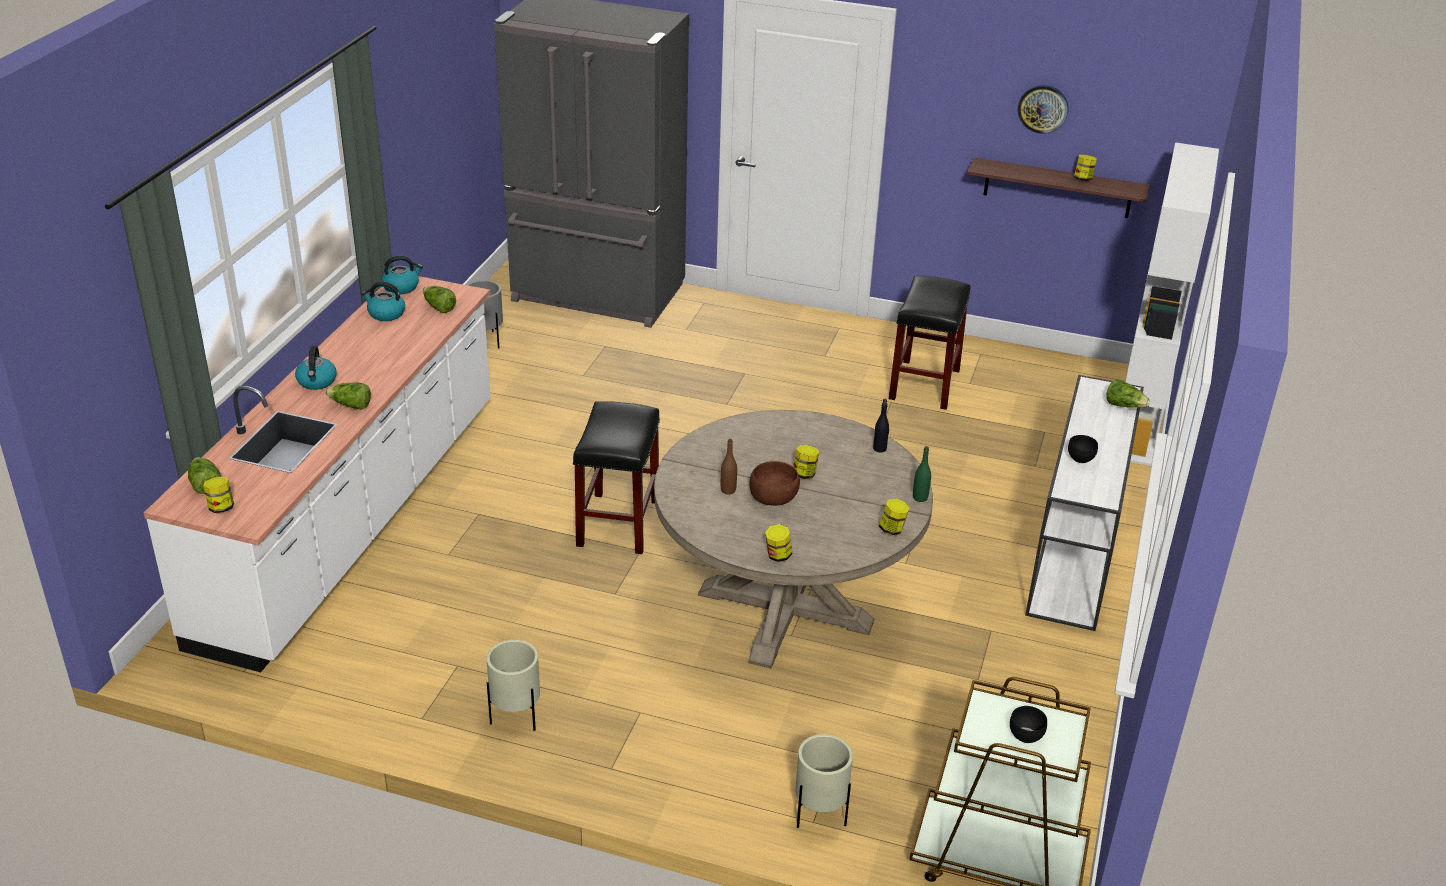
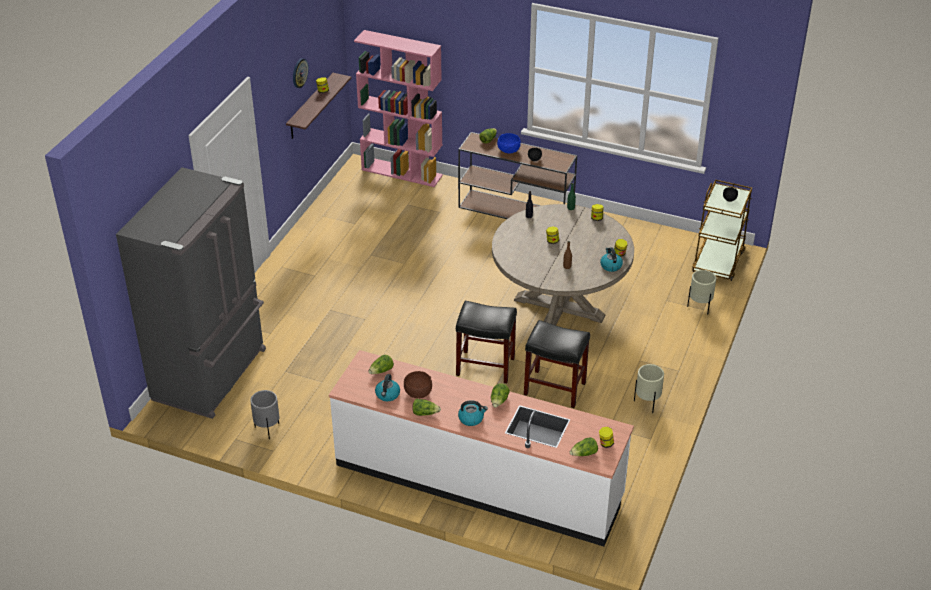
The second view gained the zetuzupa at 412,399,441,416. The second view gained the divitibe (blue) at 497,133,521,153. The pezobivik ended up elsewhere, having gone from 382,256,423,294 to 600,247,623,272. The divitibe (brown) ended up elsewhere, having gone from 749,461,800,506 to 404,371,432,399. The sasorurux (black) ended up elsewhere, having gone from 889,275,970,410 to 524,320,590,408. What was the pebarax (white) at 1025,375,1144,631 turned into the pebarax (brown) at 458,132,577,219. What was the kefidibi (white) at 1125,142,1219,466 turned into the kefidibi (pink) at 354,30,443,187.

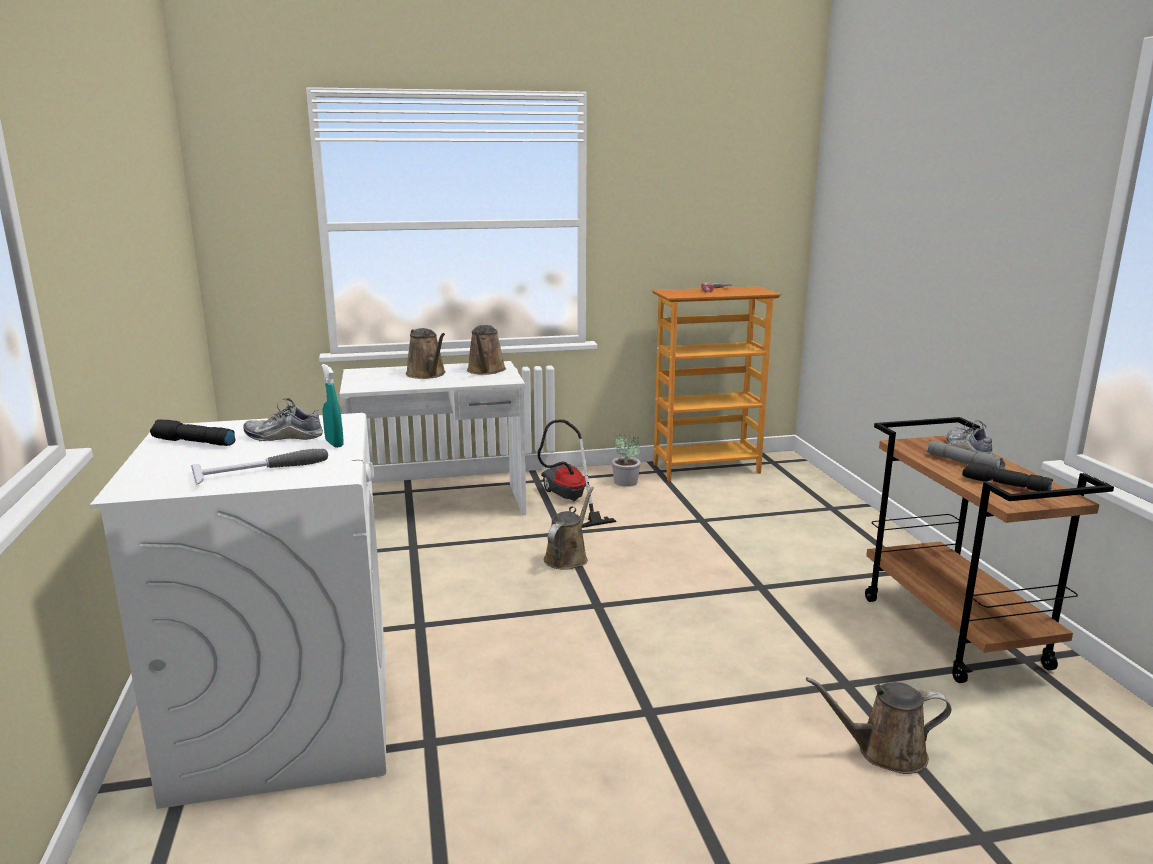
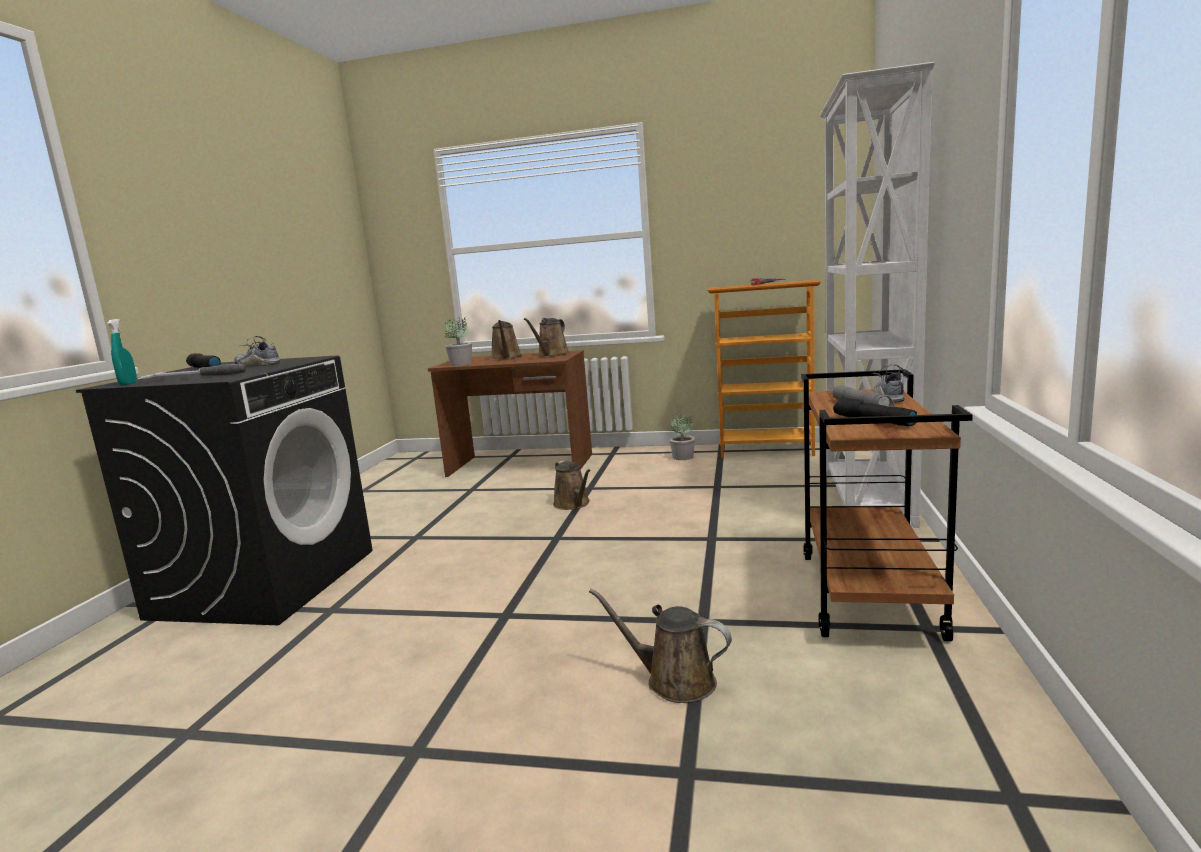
The second view lost the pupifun at 537,419,617,528. The second view gained the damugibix at 445,317,472,366. The second view gained the kefidibi (white) at 819,62,935,528. The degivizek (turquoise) ended up elsewhere, having gone from 322,364,343,448 to 107,319,137,386. What was the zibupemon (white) at 90,413,386,809 turned into the zibupemon (black) at 76,355,372,625. What was the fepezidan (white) at 340,361,526,515 turned into the fepezidan (brown) at 428,350,592,477. The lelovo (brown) at 544,487,594,570 ended up facing another way, 105 degrees clockwise from before.

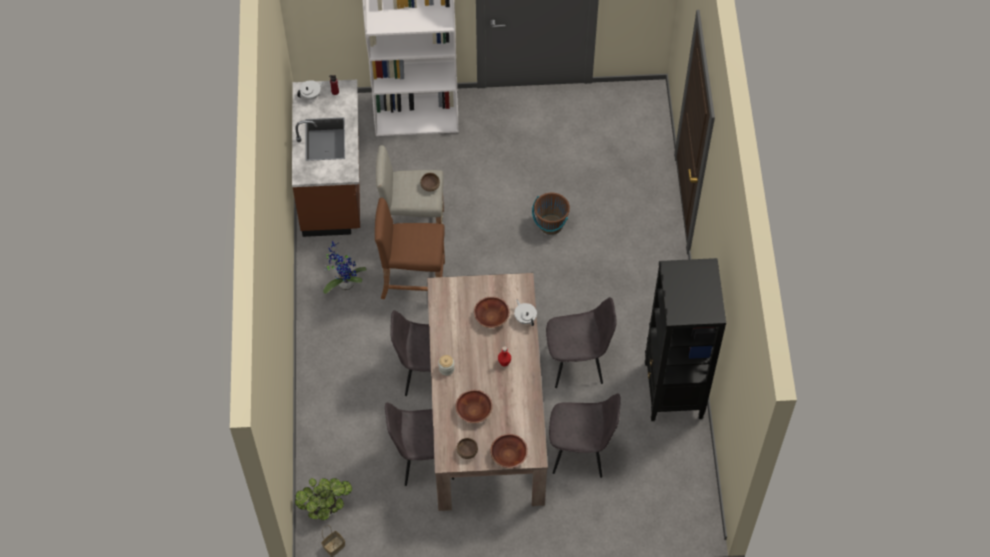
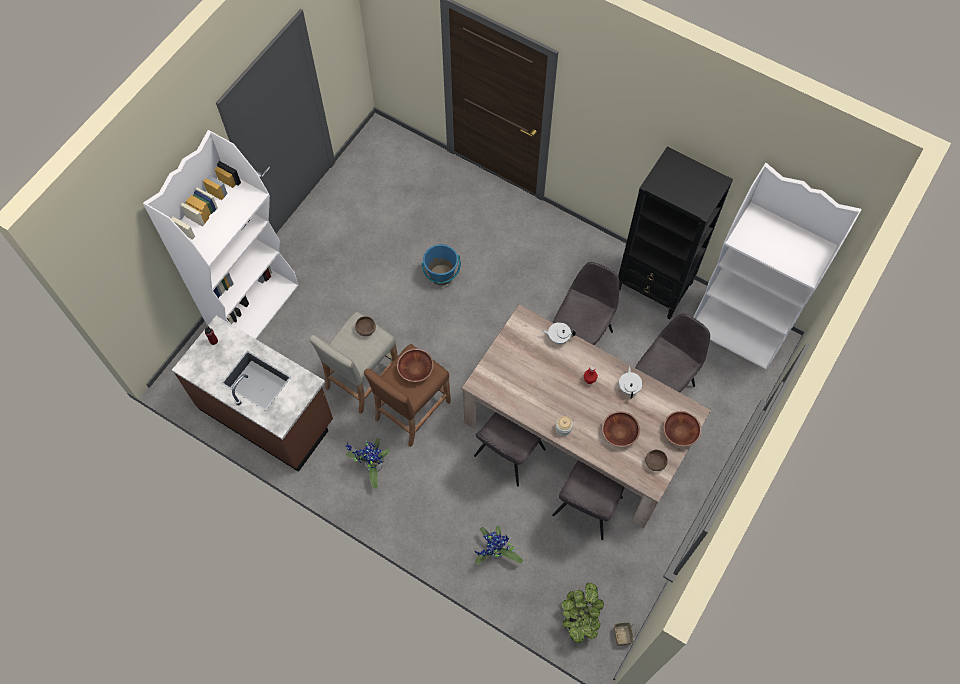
The second view gained the damugibix at 475,526,523,565. The second view gained the kefidibi (white) at 694,163,862,370. The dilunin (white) ended up elsewhere, having gone from 297,80,324,100 to 619,366,642,399. The divitibe (brown) ended up elsewhere, having gone from 474,296,510,328 to 397,349,434,382. What was the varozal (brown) at 532,193,570,235 turned into the varozal (blue) at 421,244,461,285.

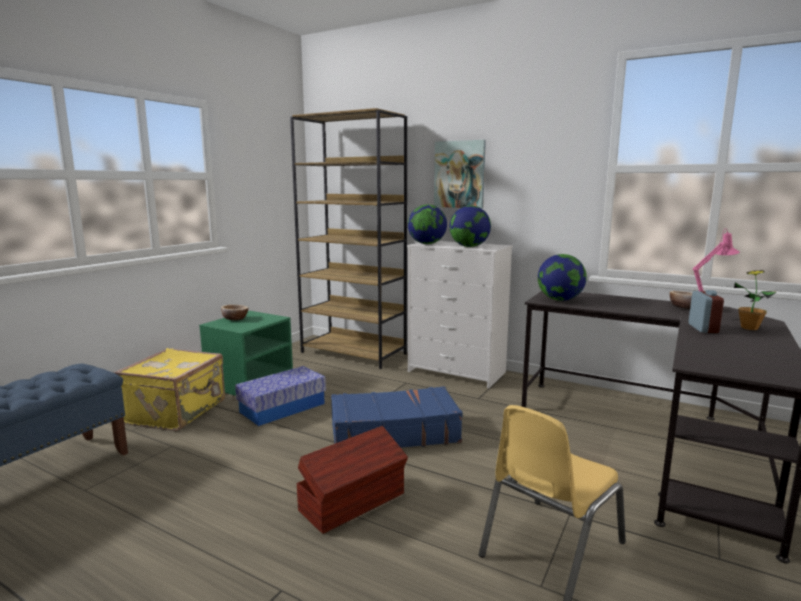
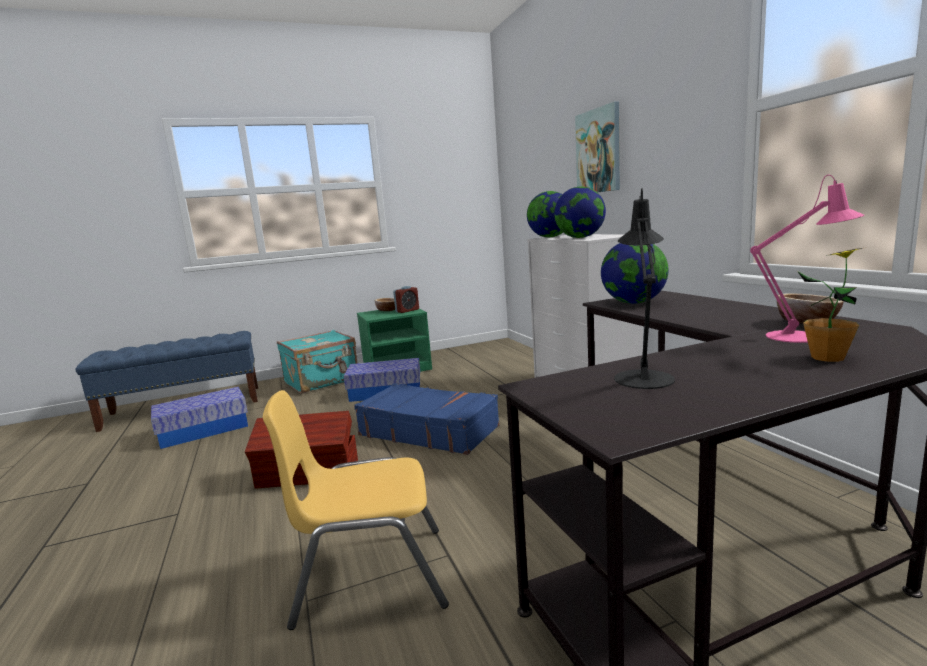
The second view lost the kefidibi (brown) at 290,108,407,369. The second view gained the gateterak at 151,387,248,449. The second view gained the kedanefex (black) at 614,188,675,389. The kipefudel ended up elsewhere, having gone from 689,290,724,333 to 393,286,419,313. What was the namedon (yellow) at 113,348,225,431 turned into the namedon (turquoise) at 277,330,357,394.

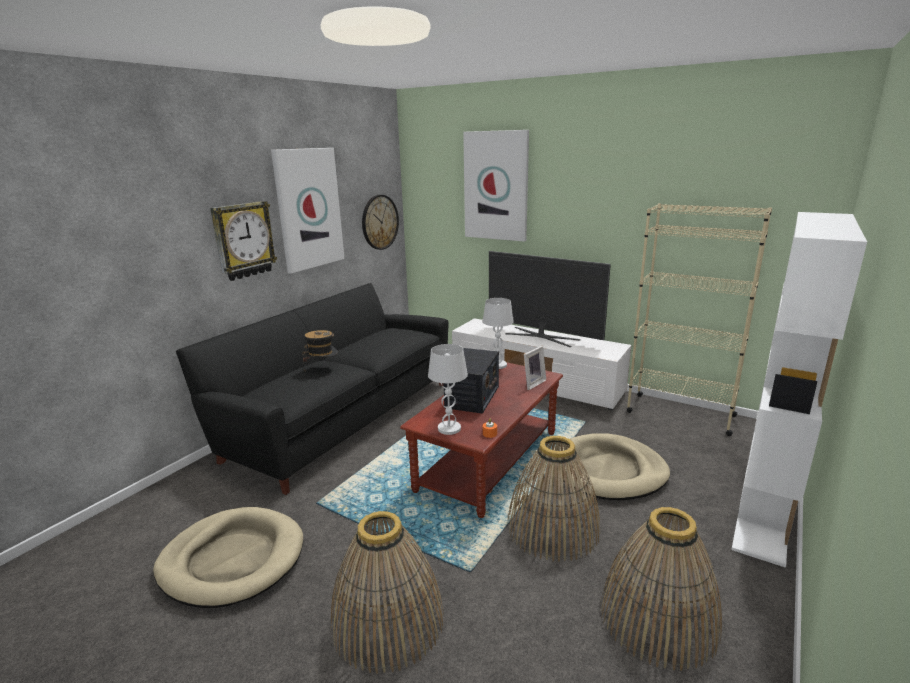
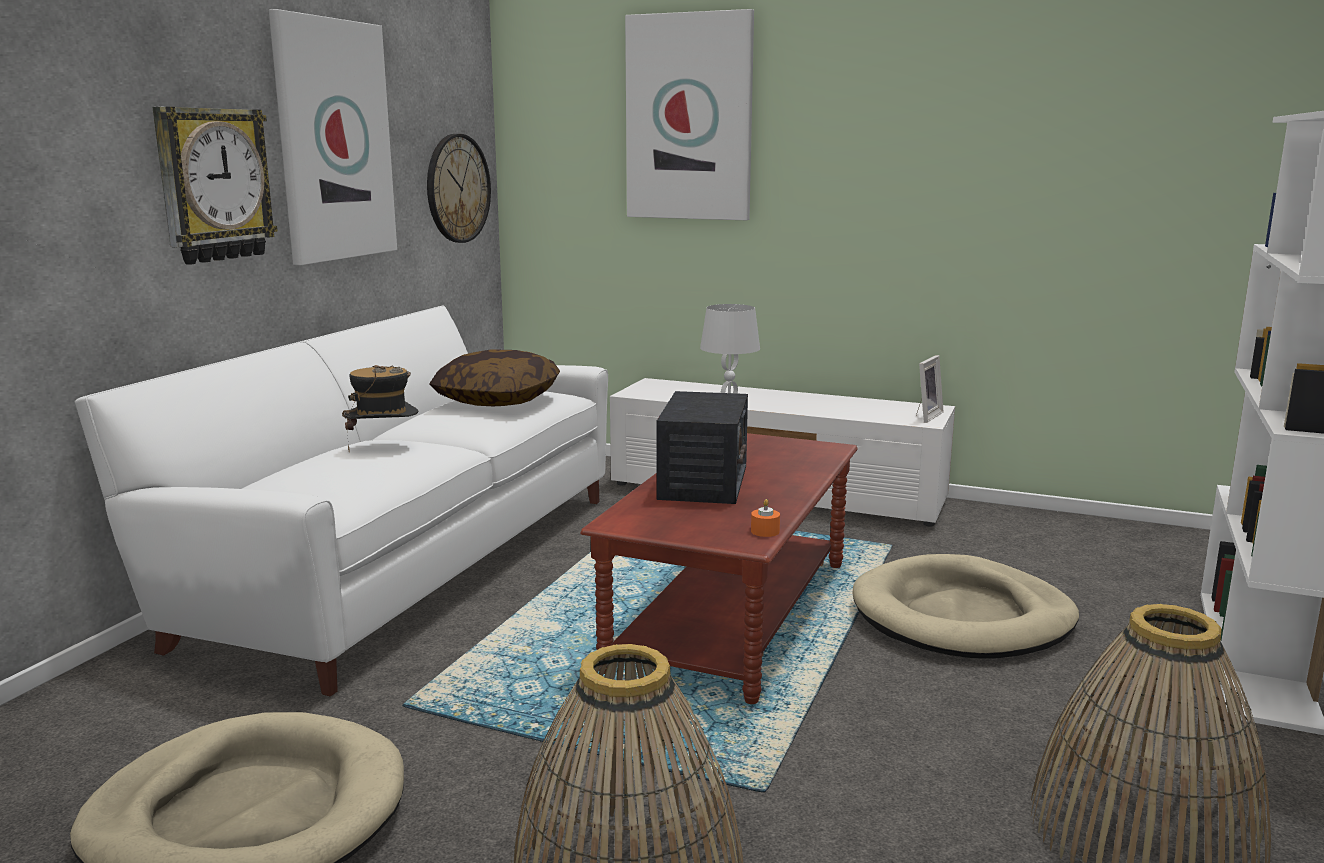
The second view lost the kedanefex (white) at 428,344,468,435. The second view lost the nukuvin at 489,251,611,347. The second view lost the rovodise at 508,435,600,562. The second view lost the kefidibi (beige) at 627,203,772,436. The second view gained the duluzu at 429,349,560,406. The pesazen ended up elsewhere, having gone from 524,346,546,390 to 916,355,944,423. What was the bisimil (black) at 176,283,449,495 turned into the bisimil (white) at 75,305,608,696.

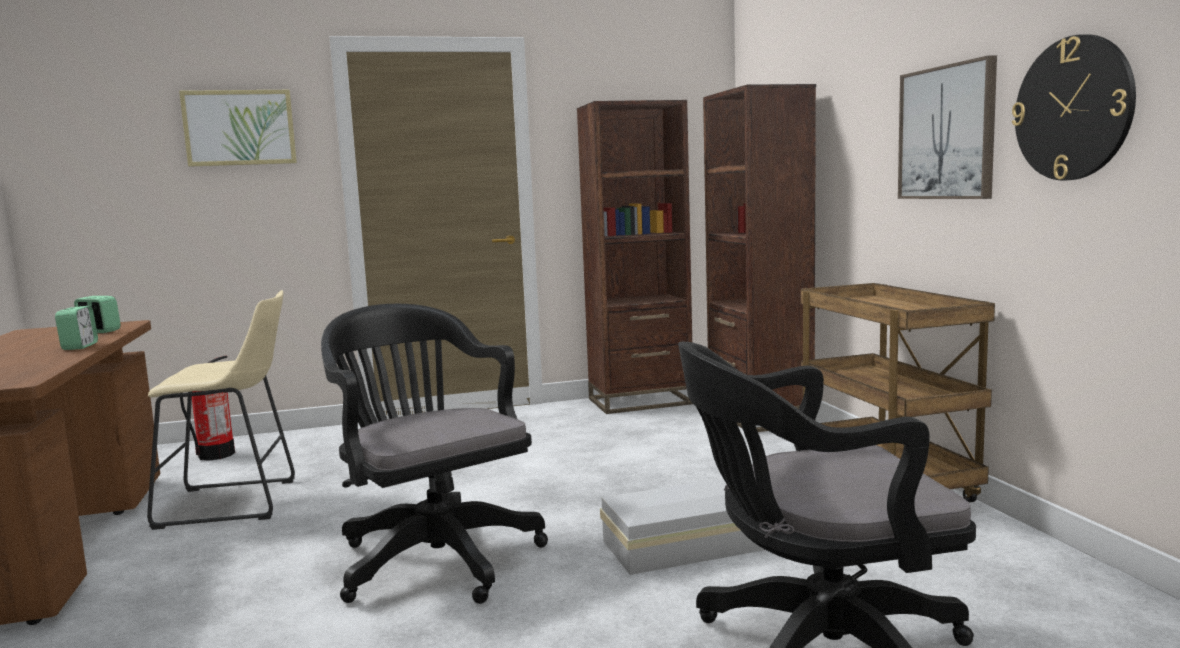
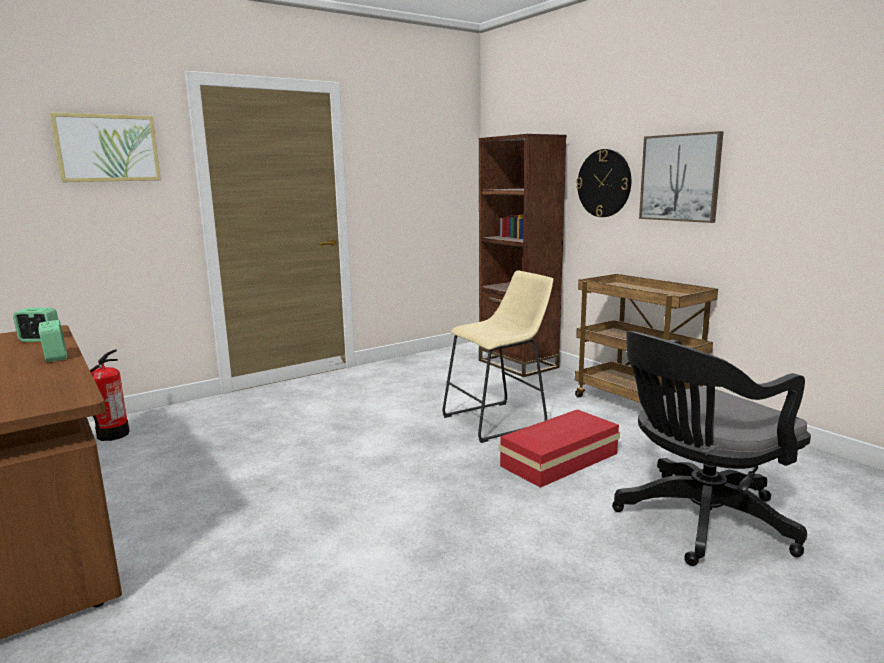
The second view lost the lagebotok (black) at 321,304,548,604. The second view lost the kefidibi (brown) at 577,100,693,414. The sasorurux (beige) ended up elsewhere, having gone from 147,290,295,530 to 443,270,553,443. The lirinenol ended up elsewhere, having gone from 1012,34,1136,180 to 576,149,631,217. What was the gateterak (white) at 600,479,765,575 turned into the gateterak (red) at 499,409,620,488.

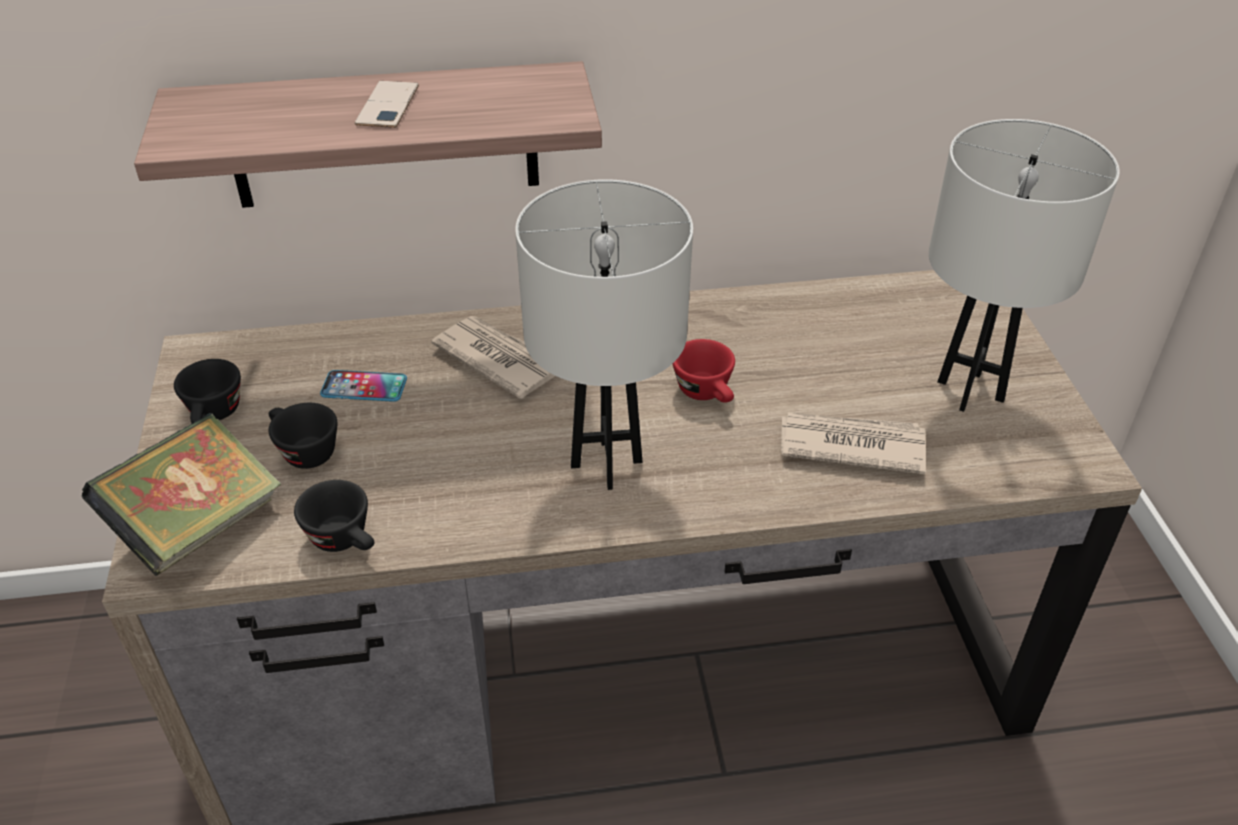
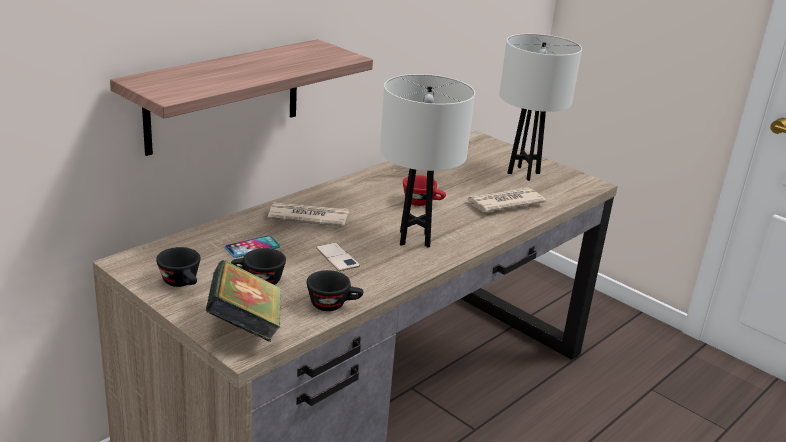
The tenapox ended up elsewhere, having gone from 355,81,419,128 to 316,242,360,271.

